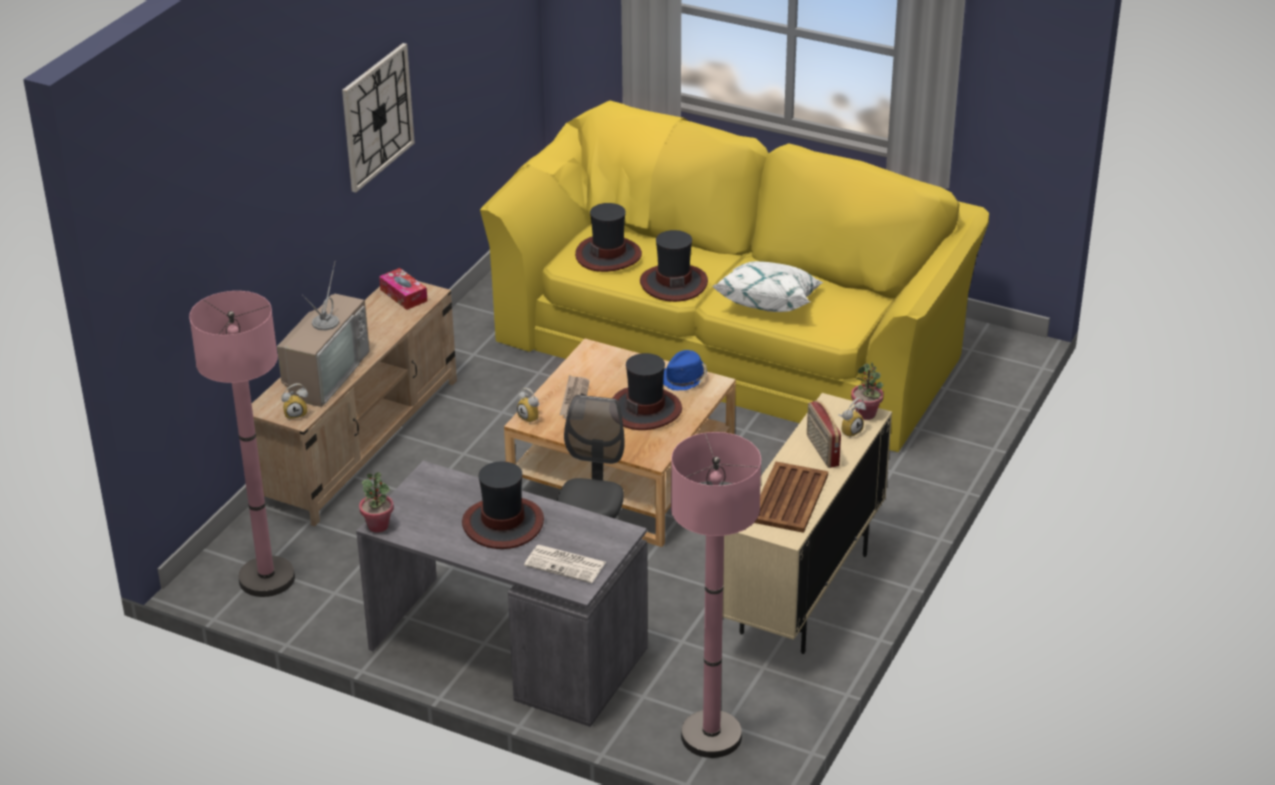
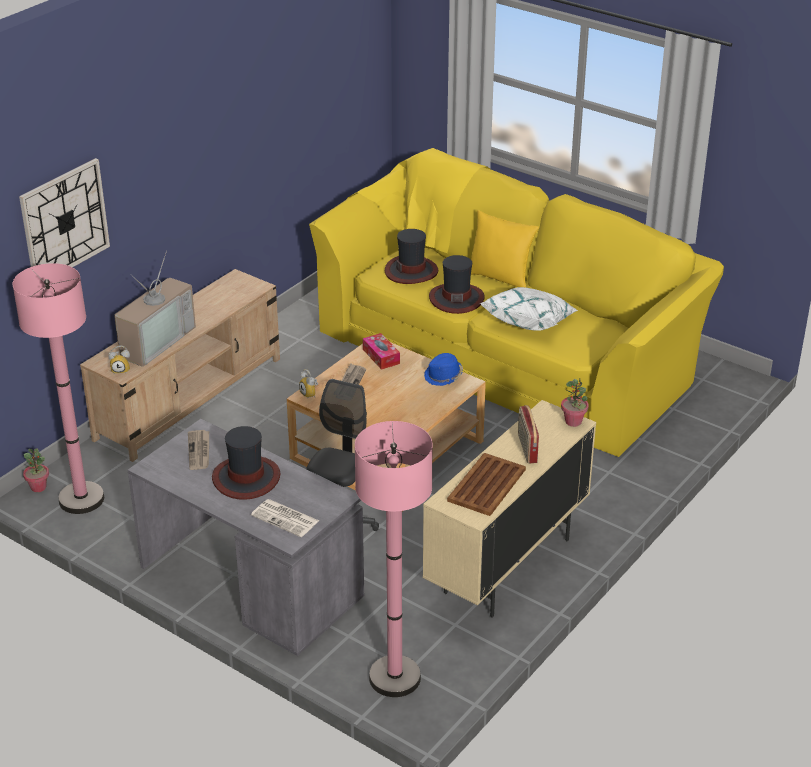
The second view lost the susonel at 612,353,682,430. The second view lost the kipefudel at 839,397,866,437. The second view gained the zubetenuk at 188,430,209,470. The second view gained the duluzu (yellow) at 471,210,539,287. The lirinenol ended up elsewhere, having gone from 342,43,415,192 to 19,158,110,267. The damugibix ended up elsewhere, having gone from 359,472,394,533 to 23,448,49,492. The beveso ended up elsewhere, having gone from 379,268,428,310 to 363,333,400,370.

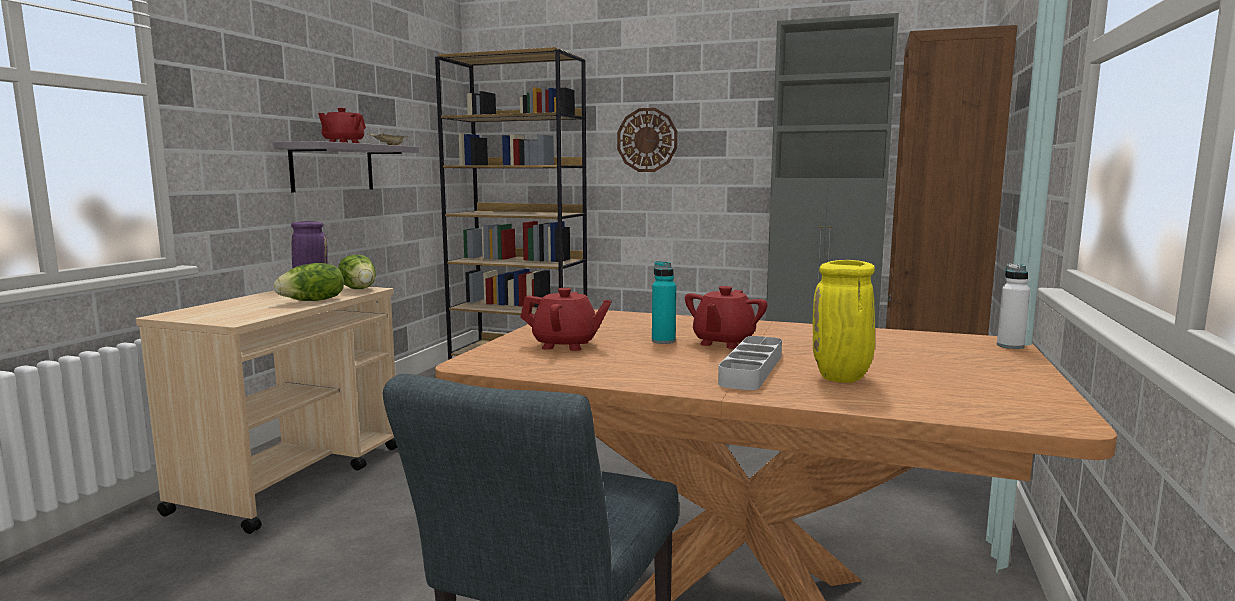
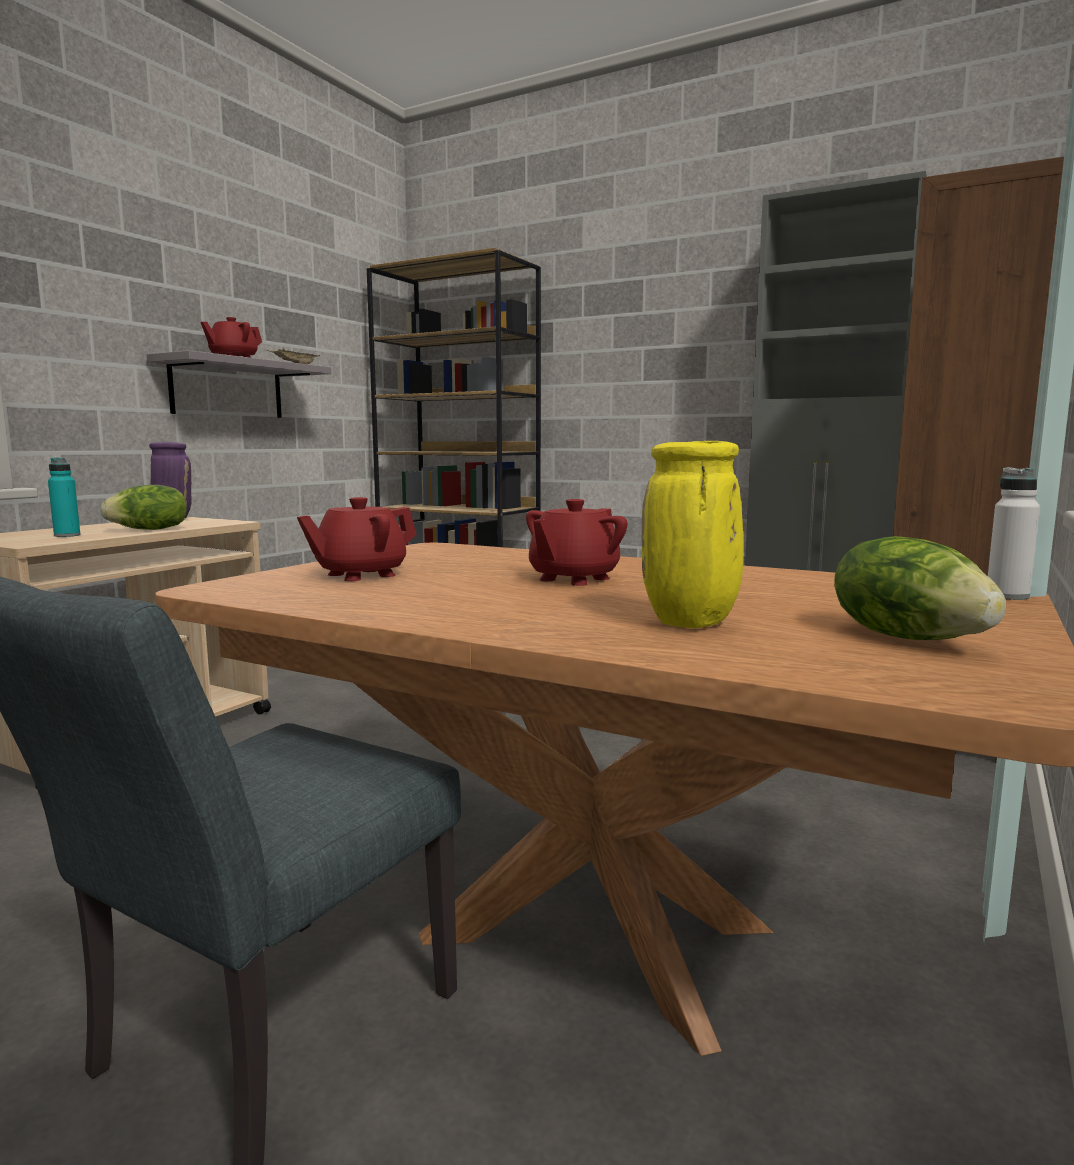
The second view lost the lirinenol at 617,108,677,172. The second view lost the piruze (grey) at 718,336,782,390. The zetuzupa ended up elsewhere, having gone from 338,254,376,289 to 834,536,1006,640. The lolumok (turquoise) ended up elsewhere, having gone from 652,261,676,344 to 48,457,81,537. The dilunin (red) at 520,288,612,351 ended up facing another way, 120 degrees clockwise from before.

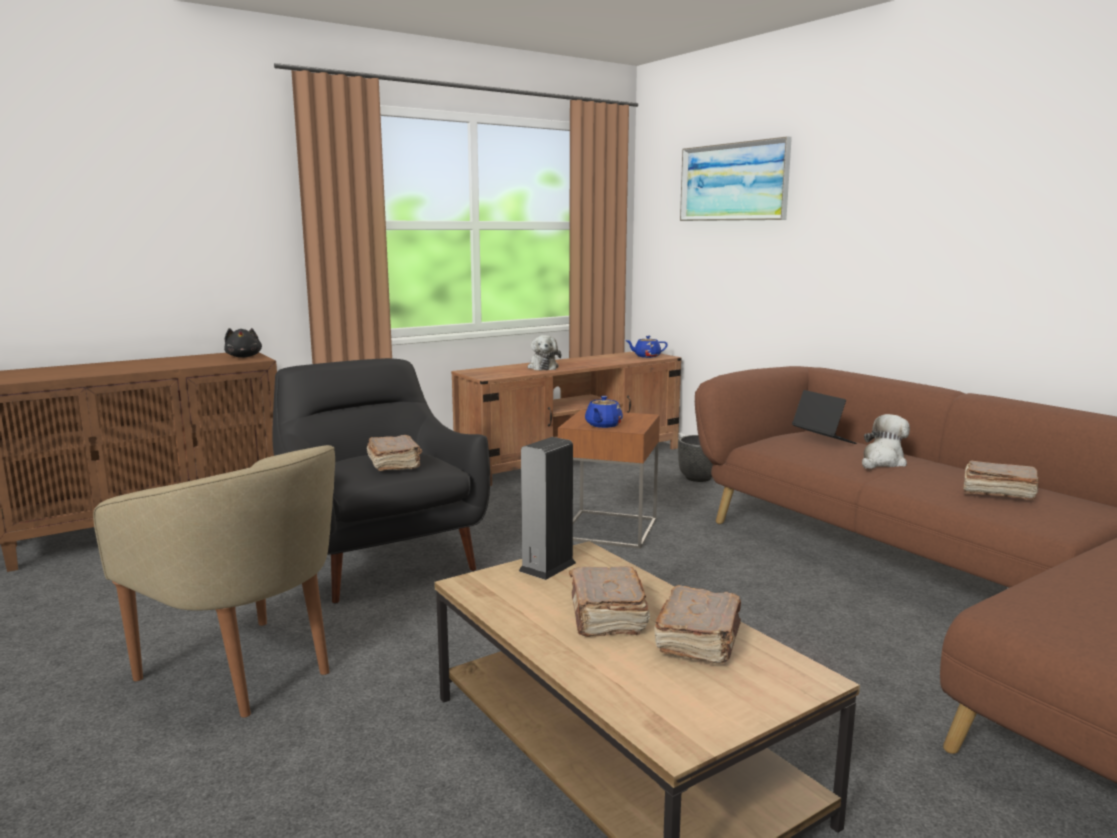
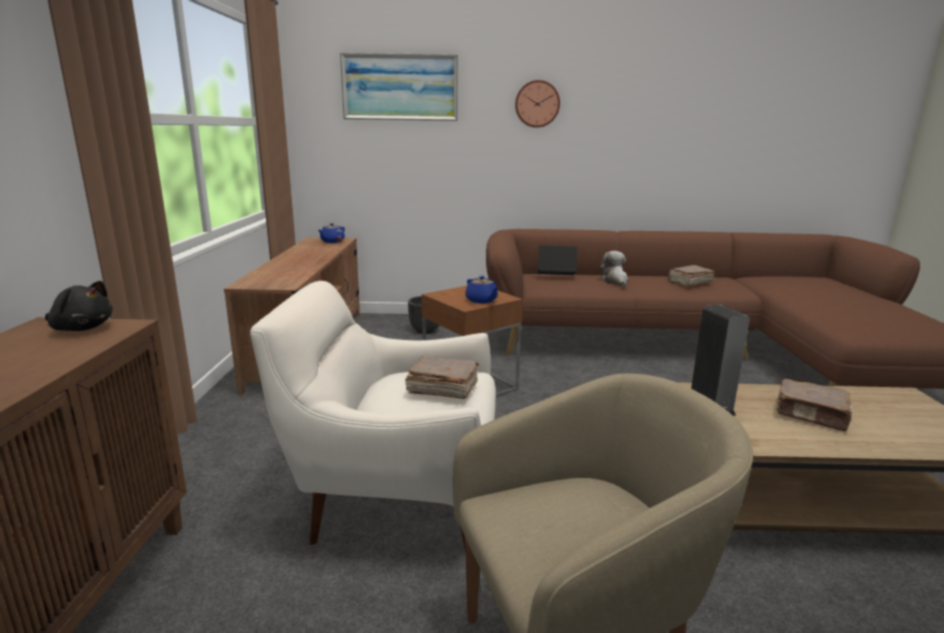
The second view lost the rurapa at 528,335,561,371. The second view lost the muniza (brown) at 654,585,741,664. The second view gained the lirinenol at 515,80,560,128. What was the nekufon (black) at 272,358,490,604 turned into the nekufon (white) at 250,281,496,549.

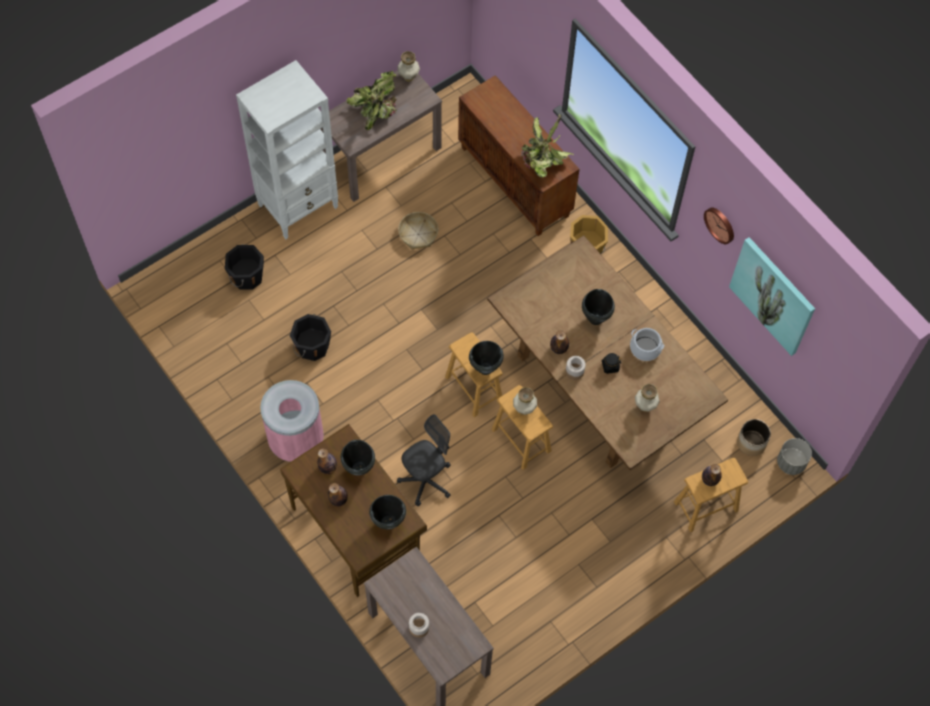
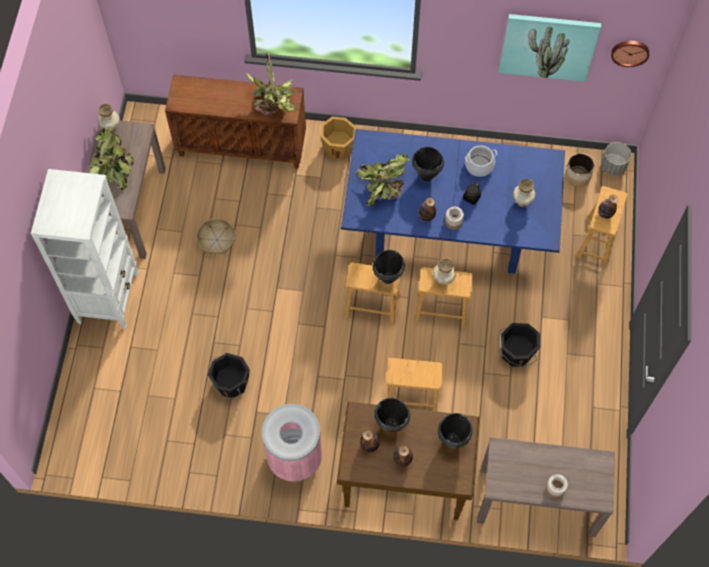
The second view gained the damugibix at 356,154,410,206. The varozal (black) ended up elsewhere, having gone from 225,244,264,290 to 497,323,540,367. The lirinenol ended up elsewhere, having gone from 704,207,734,244 to 611,41,649,67. Where the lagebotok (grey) stood at 397,414,451,506, the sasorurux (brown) came to stand at 386,358,443,412. What was the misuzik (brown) at 487,235,728,470 turned into the misuzik (blue) at 341,129,565,274.

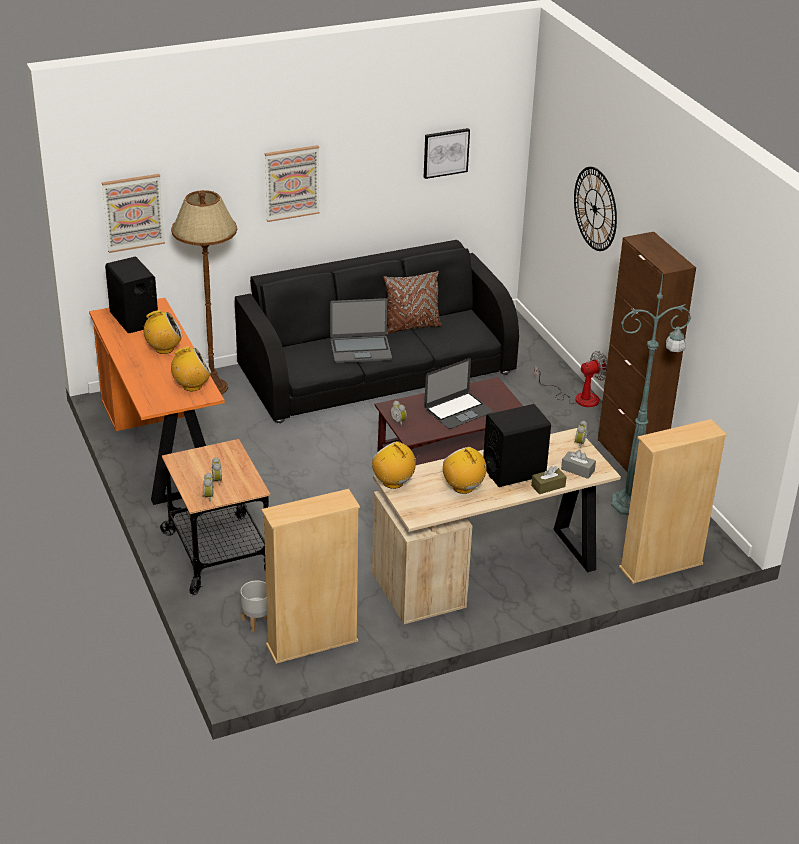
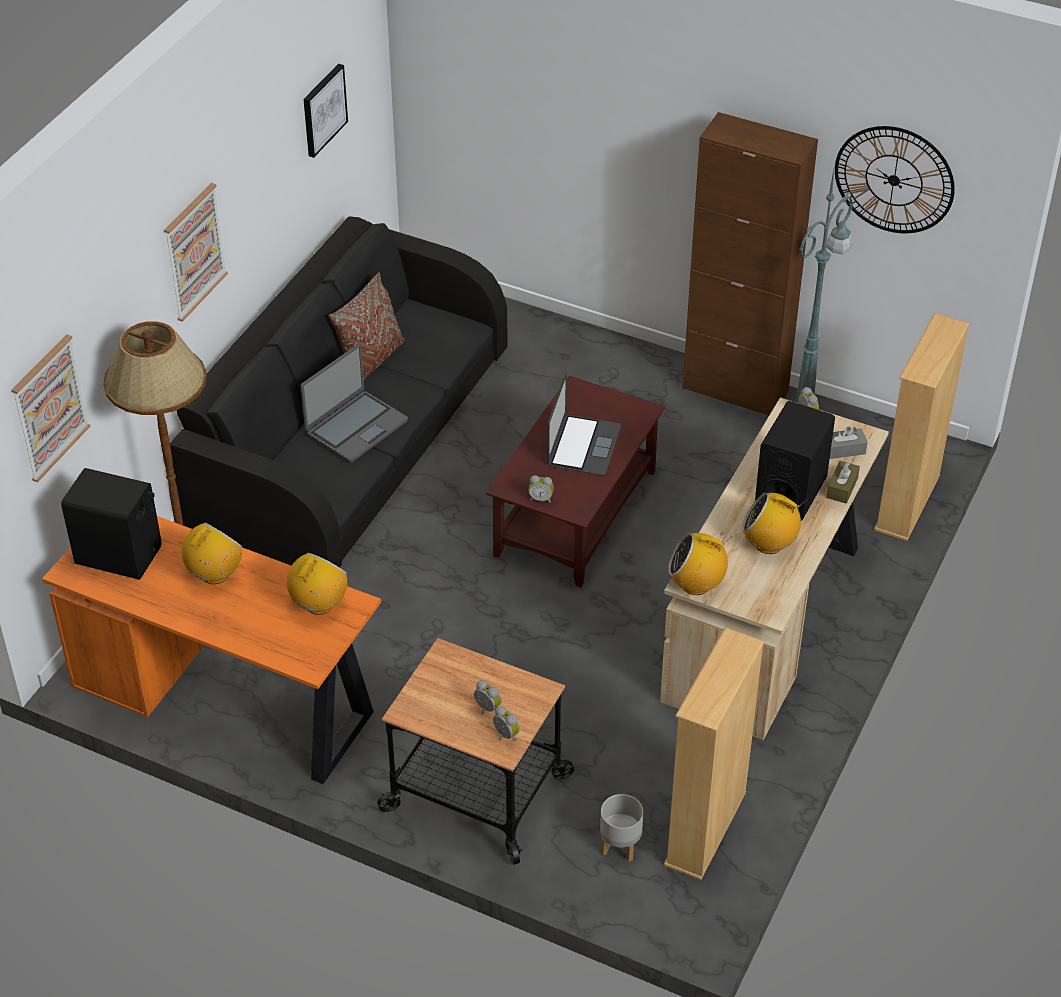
The second view lost the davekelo at 534,351,608,407. The lirinenol ended up elsewhere, having gone from 574,167,617,251 to 835,126,955,233.

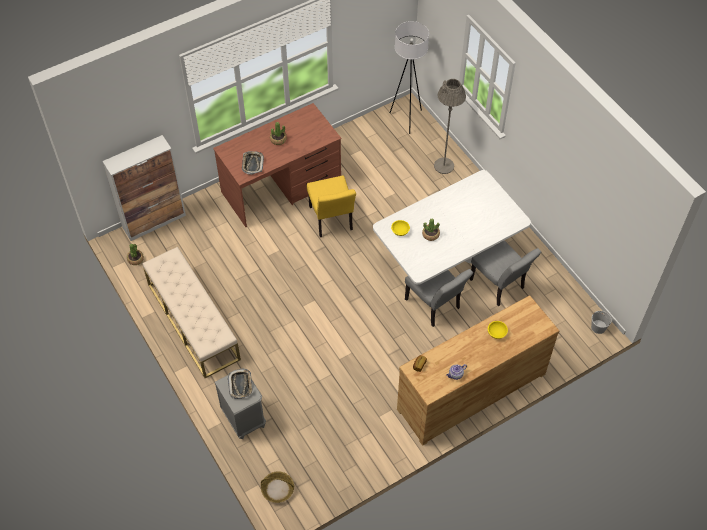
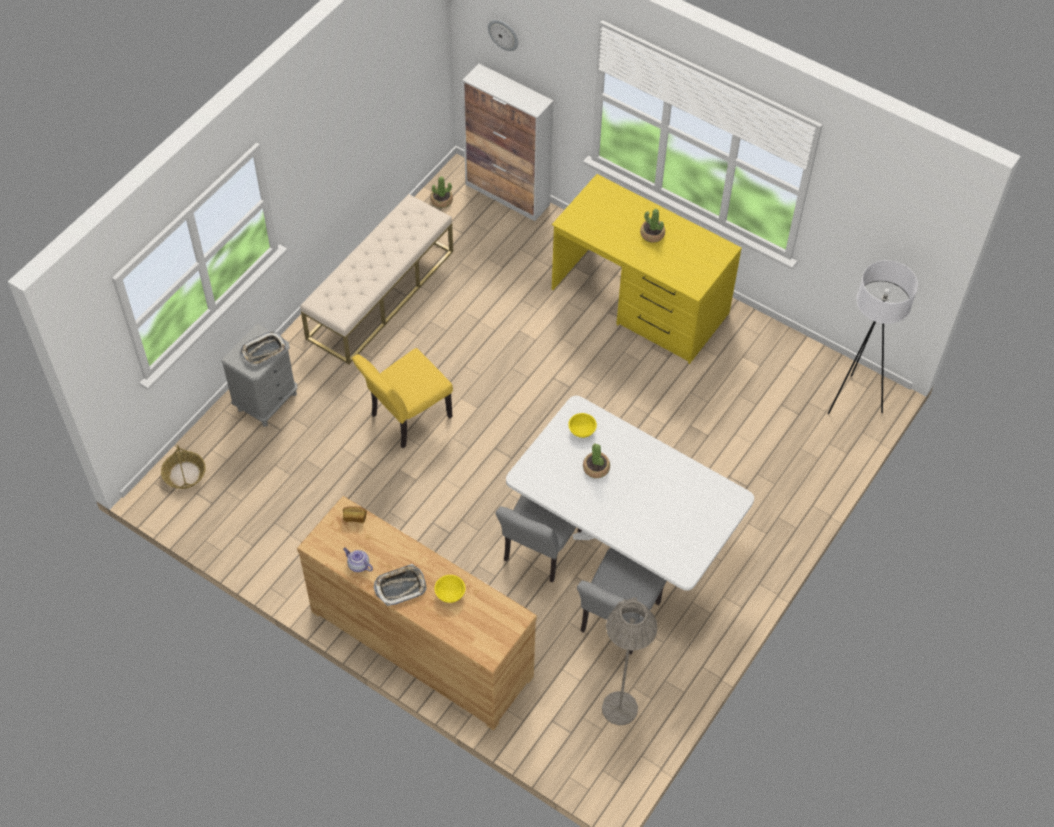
The second view lost the varozal (white) at 591,311,612,334. The second view gained the lirinenol at 488,20,518,51. The piruze ended up elsewhere, having gone from 242,151,264,175 to 373,564,427,606. The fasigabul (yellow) ended up elsewhere, having gone from 307,175,356,237 to 352,348,453,448. The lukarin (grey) ended up elsewhere, having gone from 434,79,466,174 to 602,597,657,725. What was the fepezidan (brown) at 213,103,341,227 turned into the fepezidan (yellow) at 552,174,742,364.

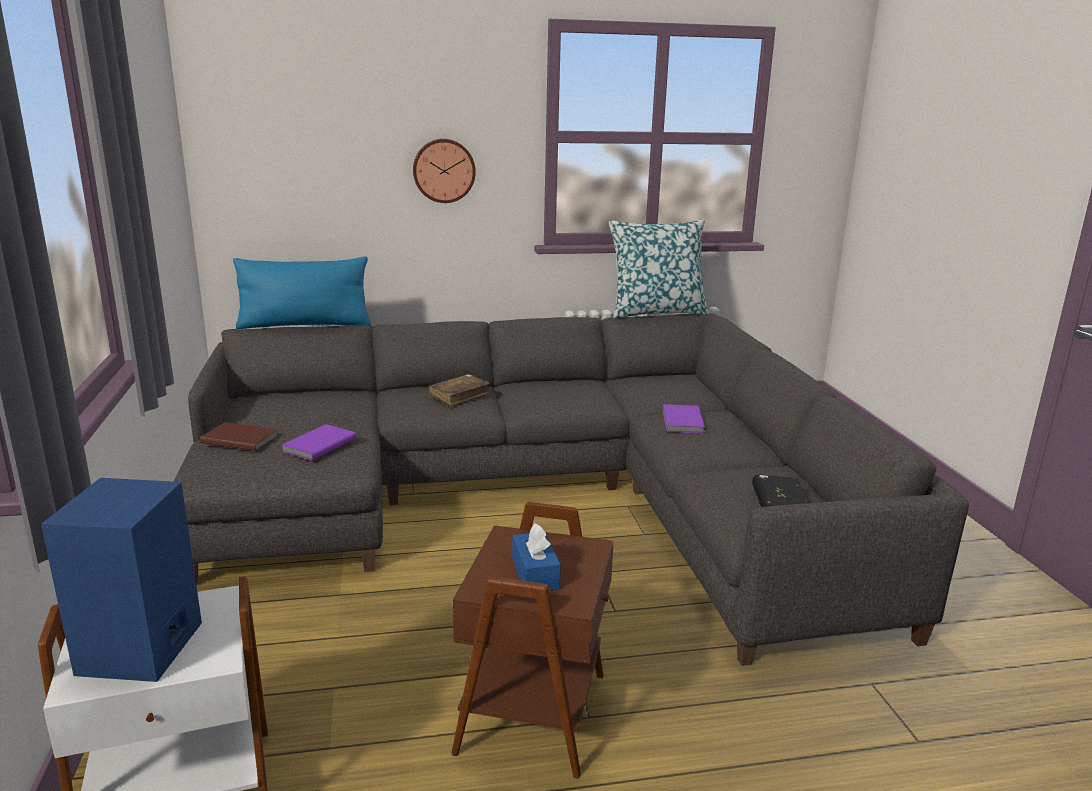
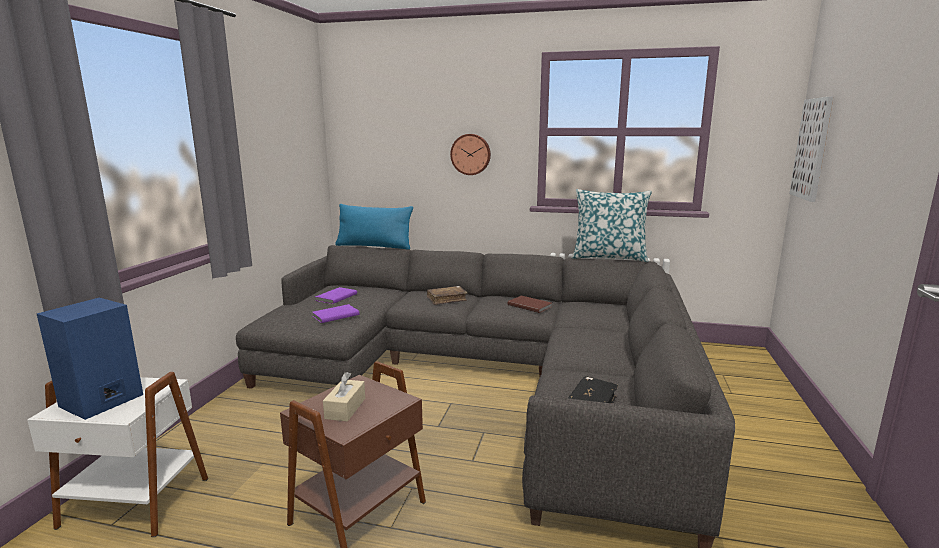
The second view gained the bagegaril at 789,97,833,202. The muniza (brown) ended up elsewhere, having gone from 200,422,278,451 to 507,296,552,313. The muniza (purple) ended up elsewhere, having gone from 663,404,706,433 to 315,287,357,304. What was the beveso (blue) at 512,523,561,590 turned into the beveso (beige) at 323,372,365,422.

